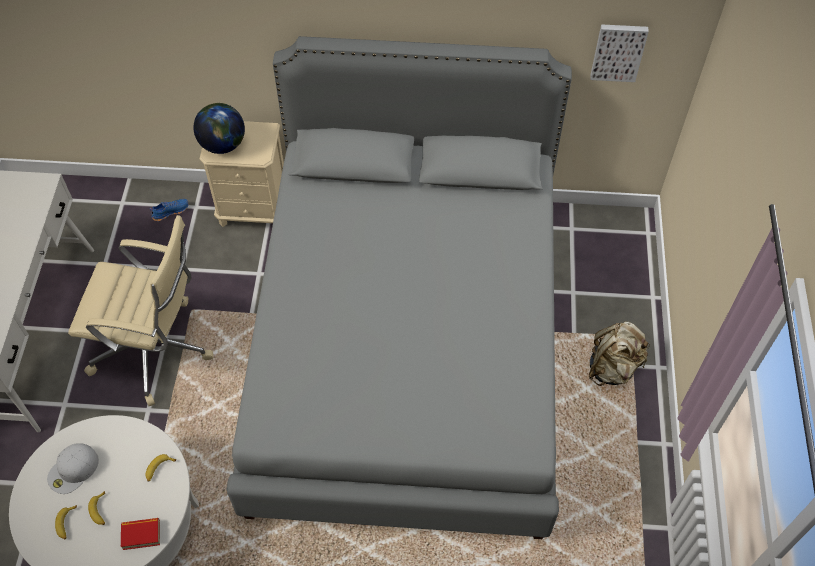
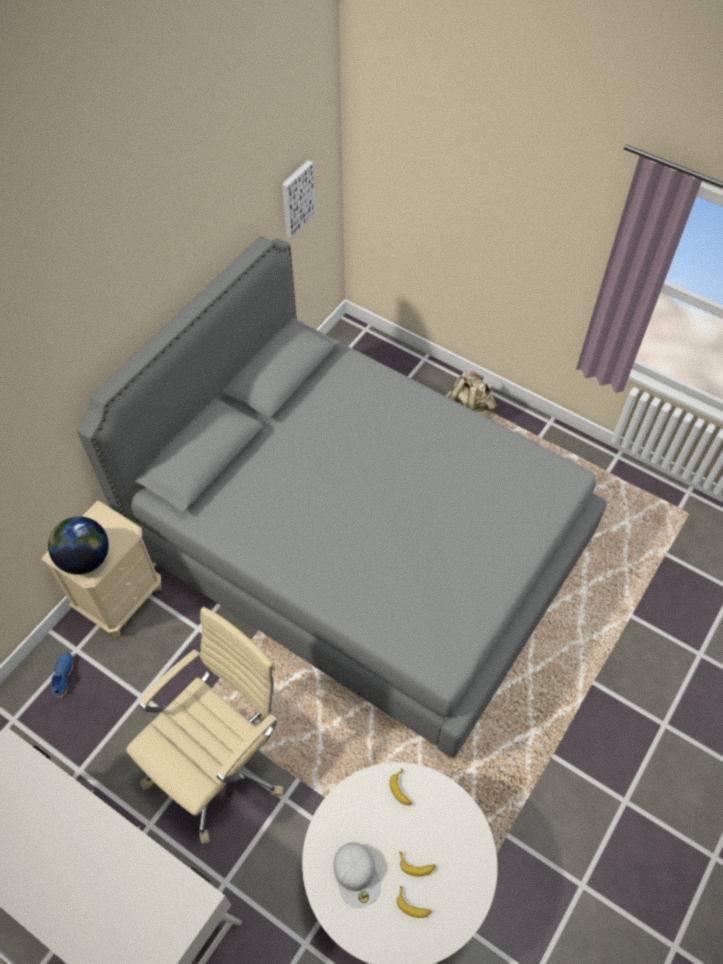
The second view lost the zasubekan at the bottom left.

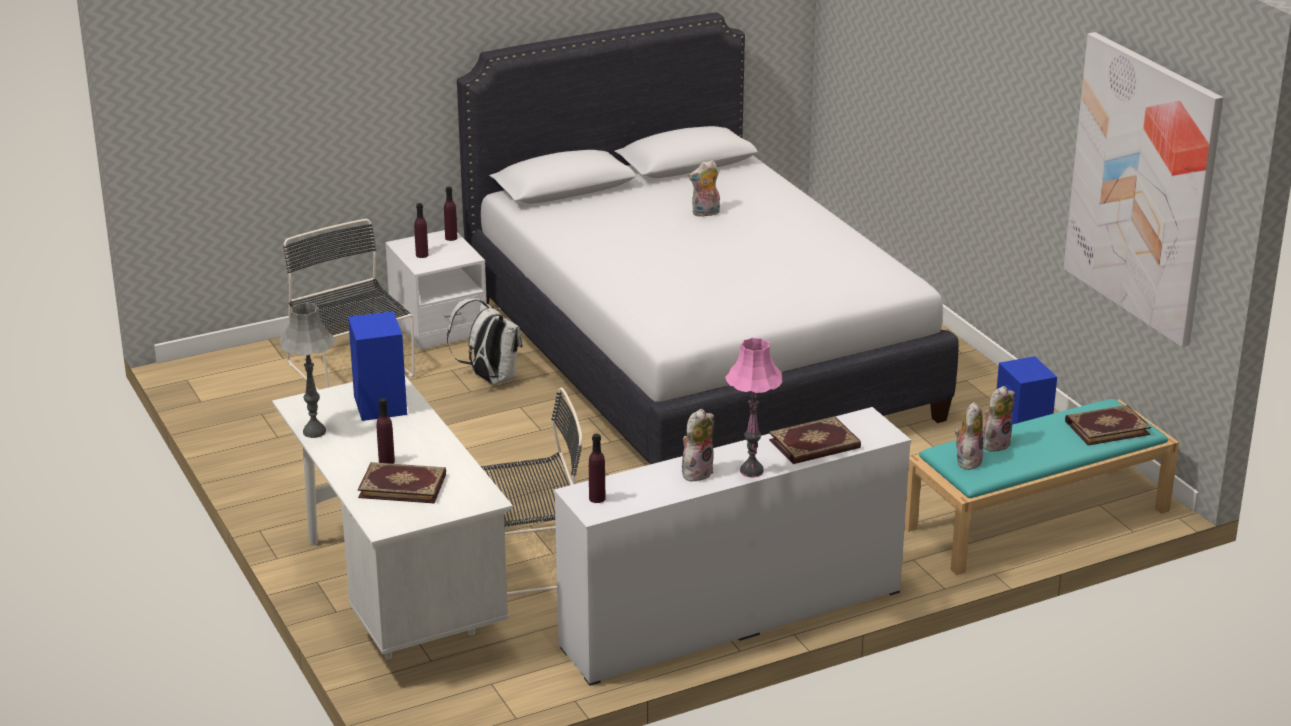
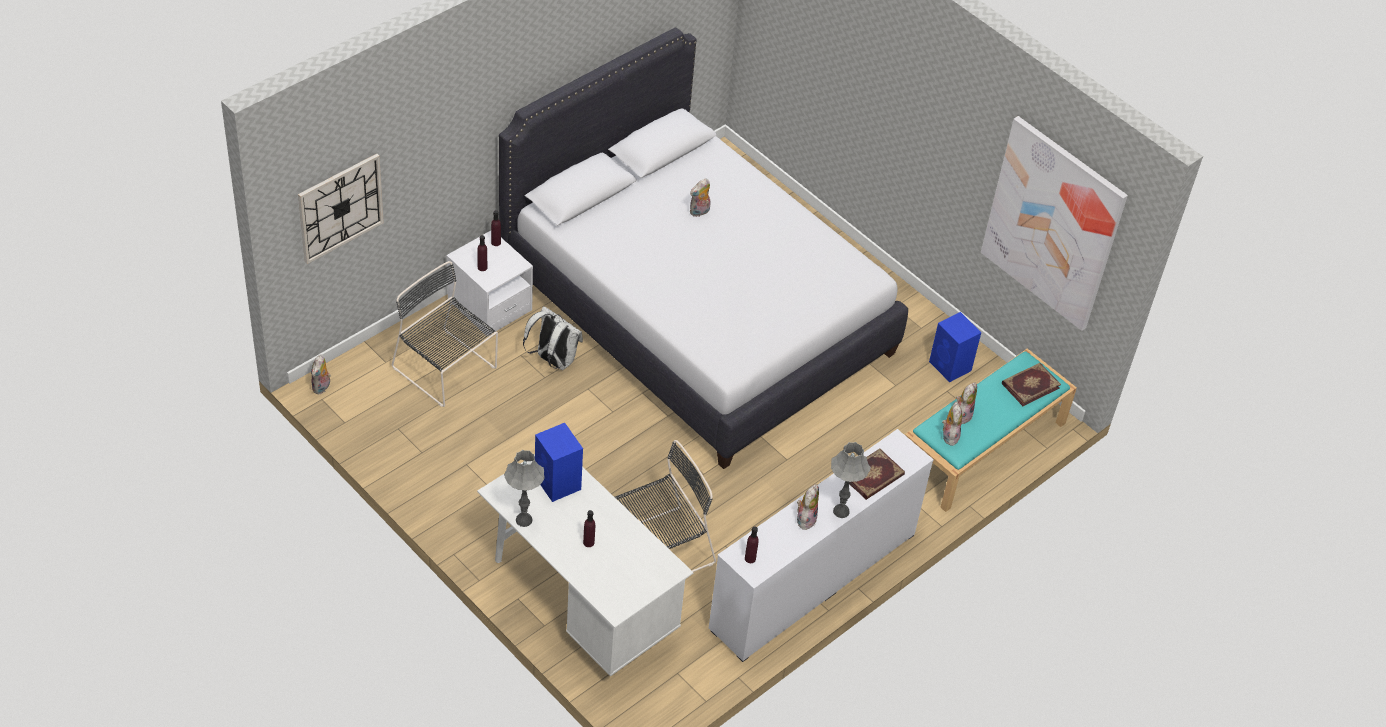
The second view lost the zasubekan (no. 1 from left) at the middle left. What was the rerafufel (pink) at the centre turned into the rerafufel (grey) (no. 2 from left) at the centre. The second view gained the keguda at the top left. The second view gained the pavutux (no. 1 from left) at the middle left.

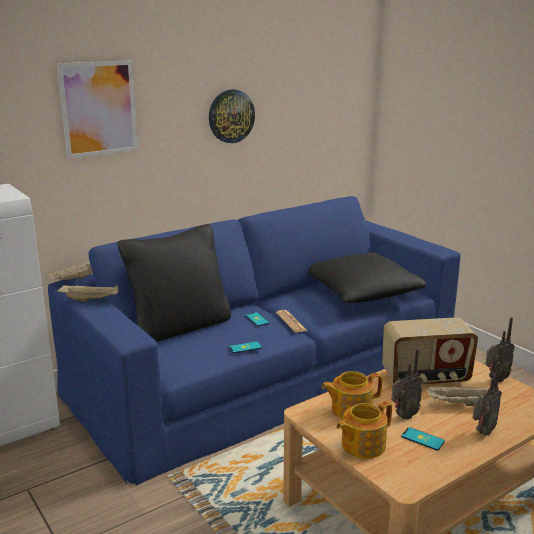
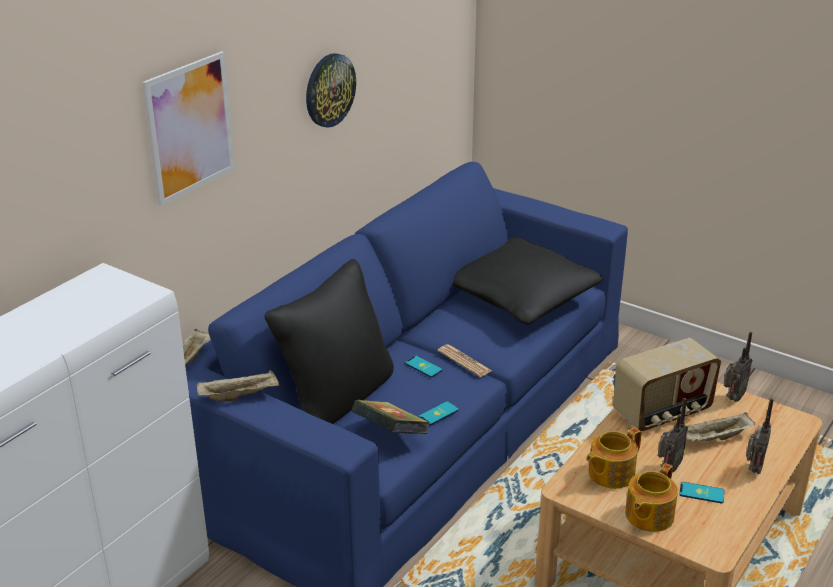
The second view gained the zasubekan at the bottom centre.

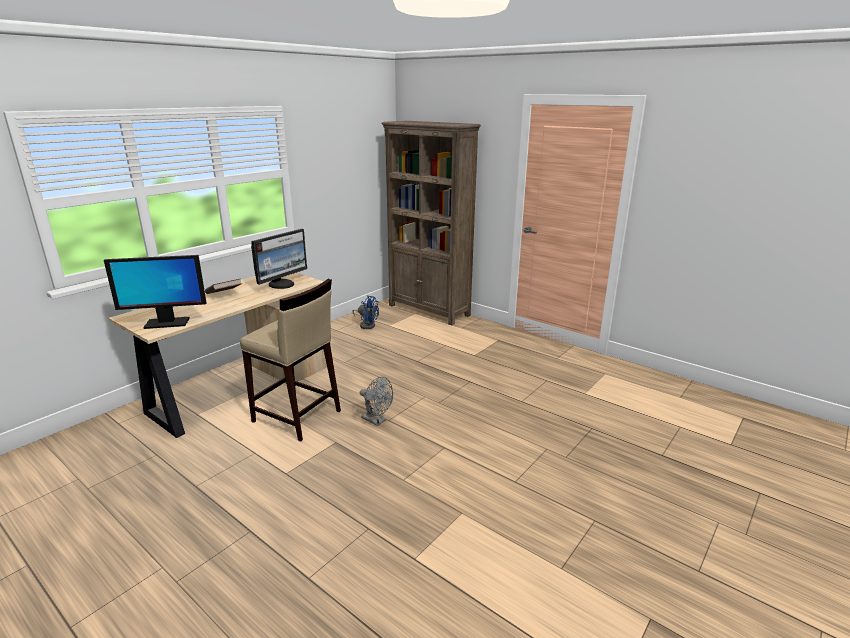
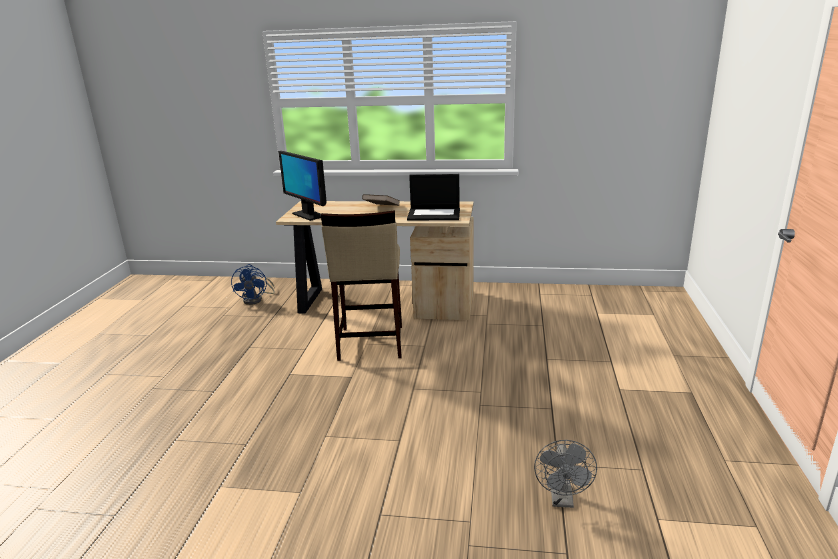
Where the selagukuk (no. 2 from left) stood at the middle left, the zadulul came to stand at the centre. The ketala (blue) ended up elsewhere, having gone from the centre to the middle left. The ketala (grey) ended up elsewhere, having gone from the centre to the bottom right. The second view lost the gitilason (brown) at the centre.

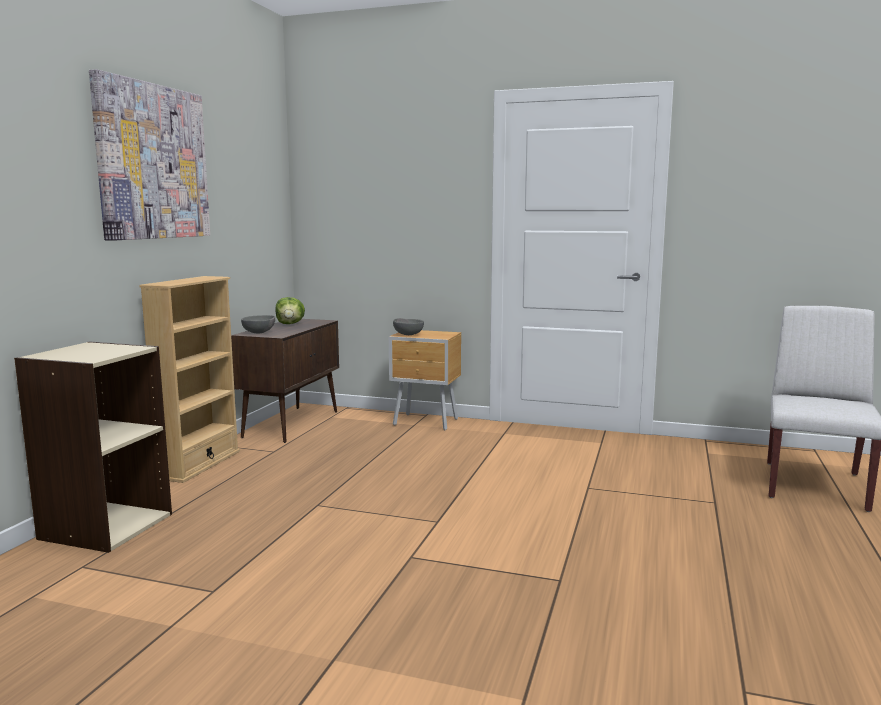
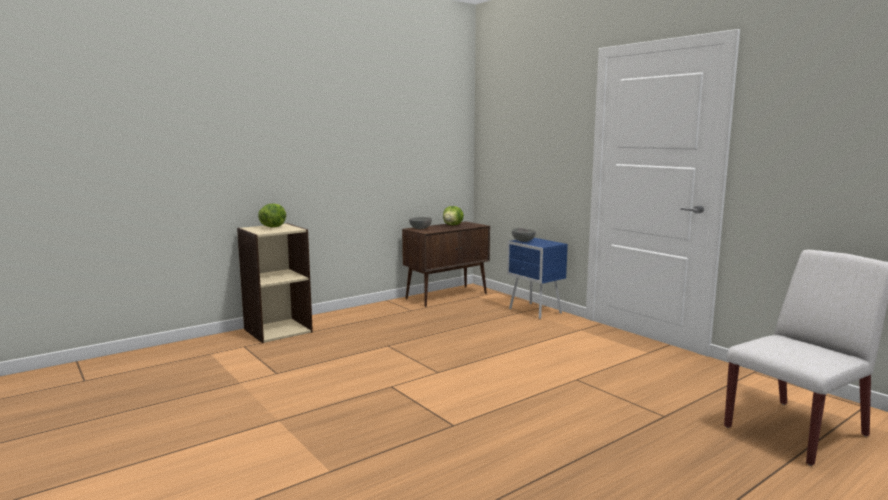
The second view lost the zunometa at the top left. The second view lost the gitilason (beige) (no. 2 from left) at the middle left. What was the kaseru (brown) at the centre turned into the kaseru (blue) at the centre. The second view gained the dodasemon (no. 1 from left) at the middle left.

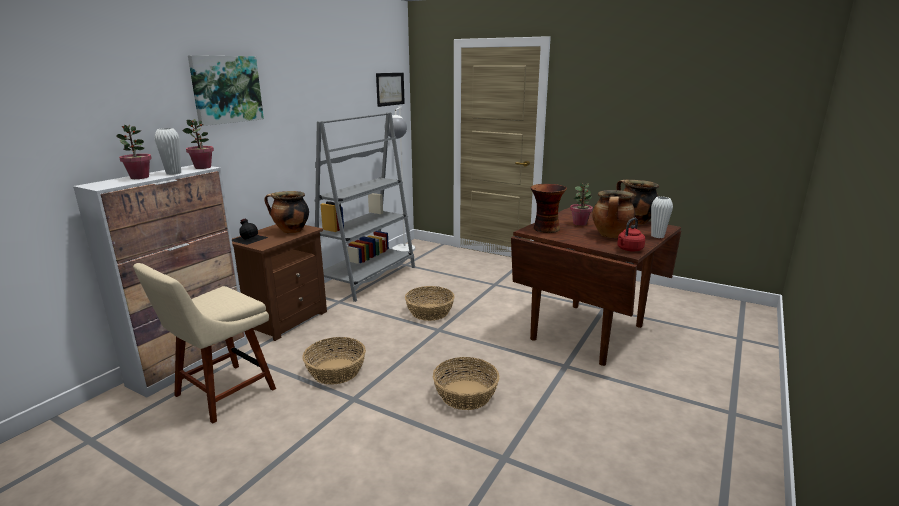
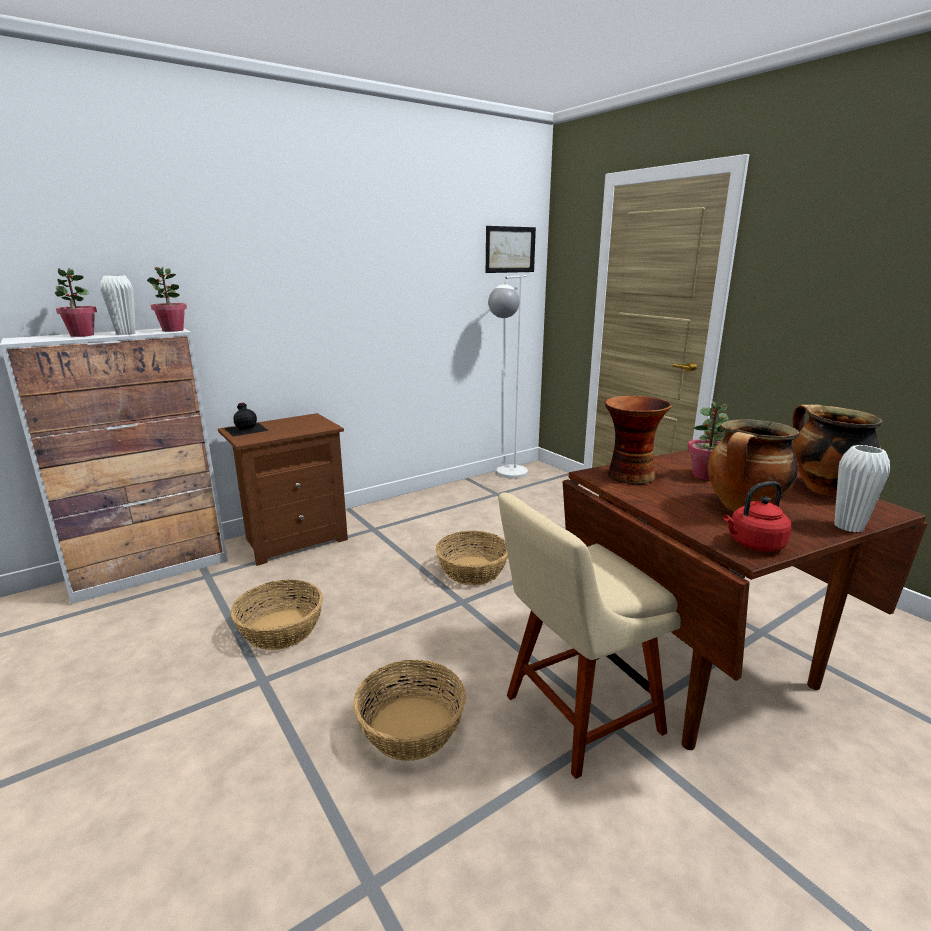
The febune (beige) ended up elsewhere, having gone from the bottom left to the bottom centre. The second view lost the zunometa (no. 1 from left) at the top left. The second view lost the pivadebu (no. 1 from left) at the middle left. The second view lost the gitilason (grey) at the centre.

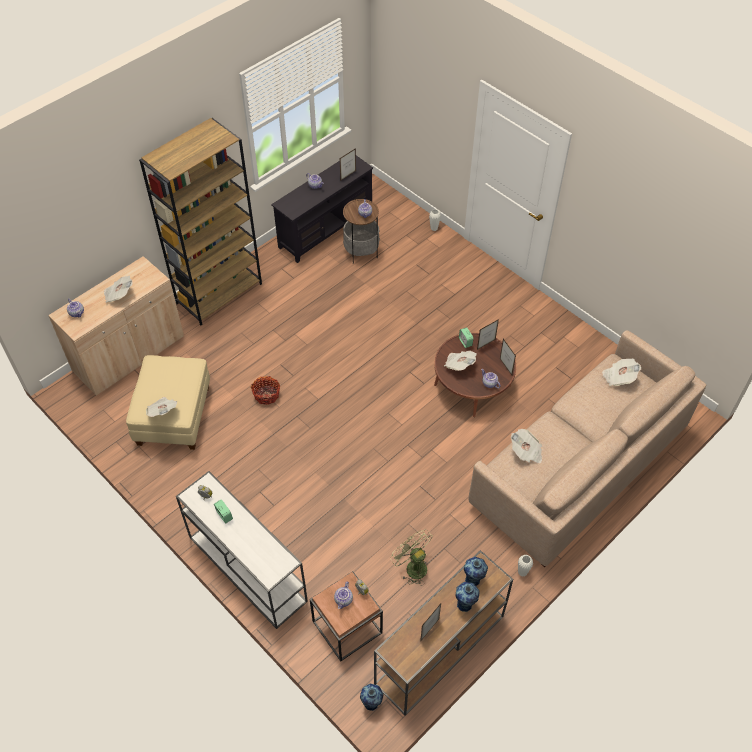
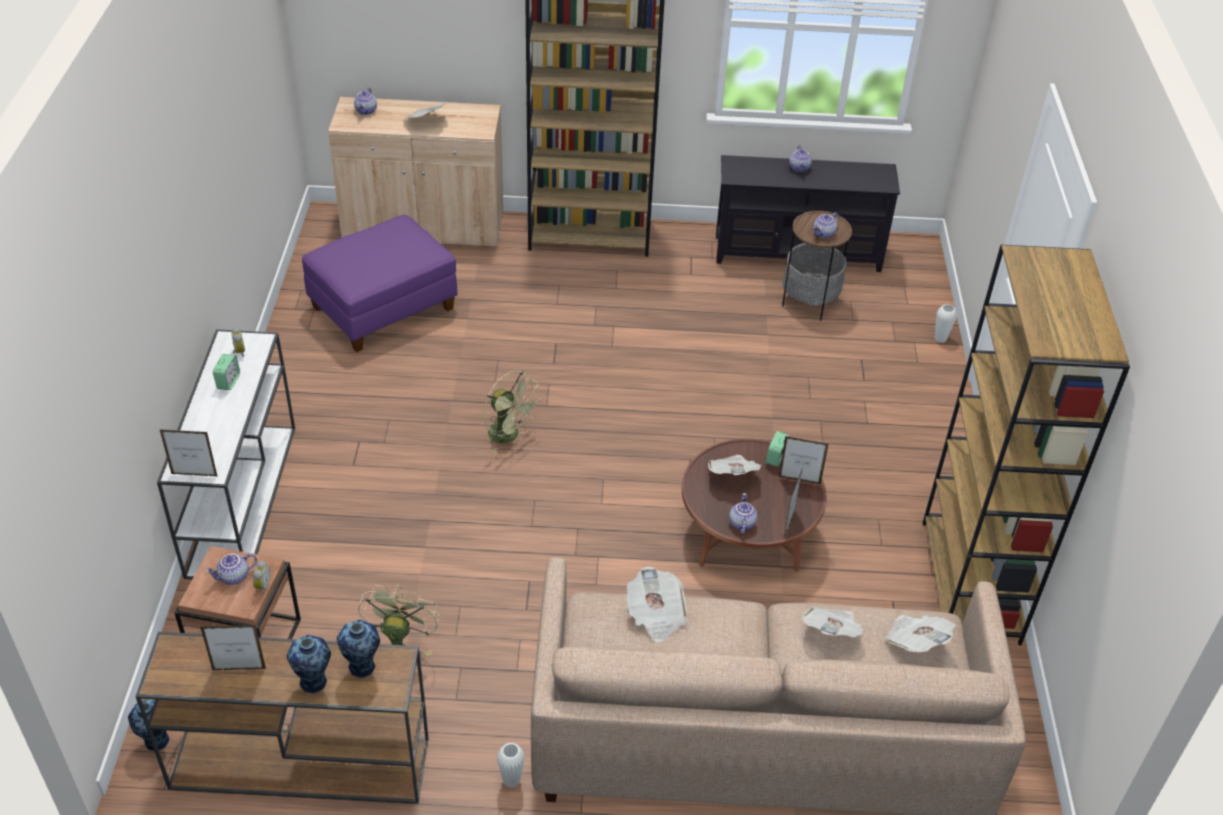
What was the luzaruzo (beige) at the middle left turned into the luzaruzo (purple) at the middle left. The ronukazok (no. 2 from left in the first image) ended up elsewhere, having gone from the middle left to the bottom right. The second view lost the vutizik at the centre. The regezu (no. 1 from left) ended up elsewhere, having gone from the top centre to the middle left. The second view gained the ketala (green) (no. 2 from left) at the centre. The second view gained the gitilason (brown) (no. 2 from left) at the middle right.

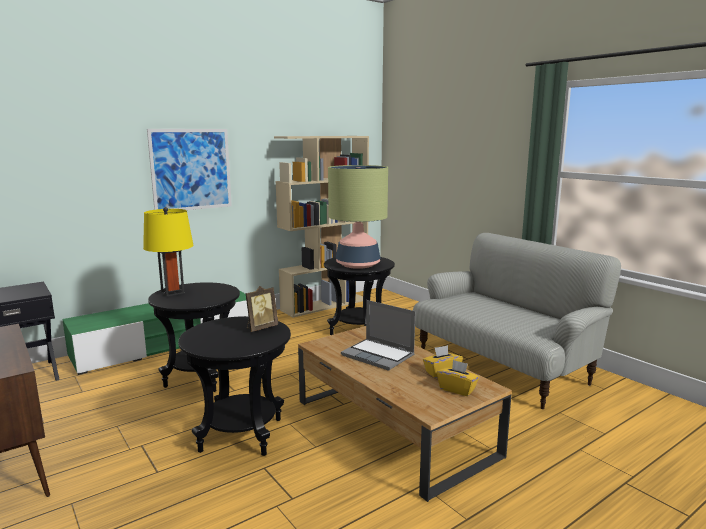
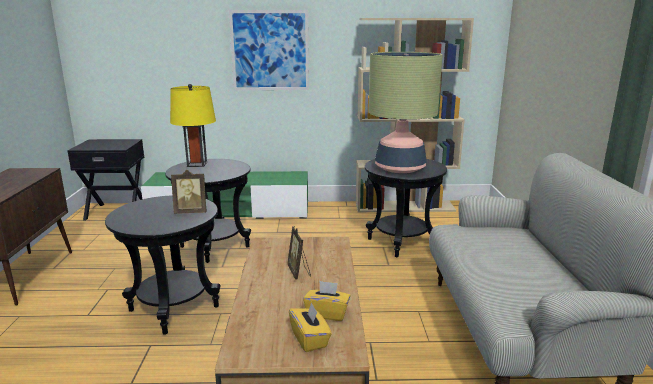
Where the zadulul stood at the centre, the regezu (no. 2 from left) came to stand at the centre.

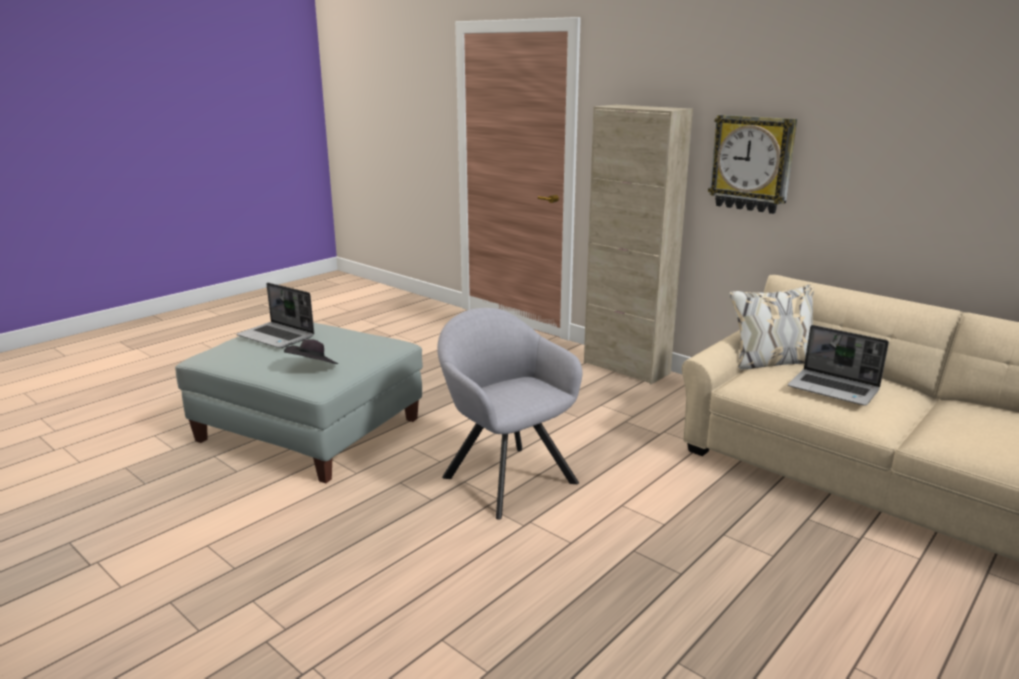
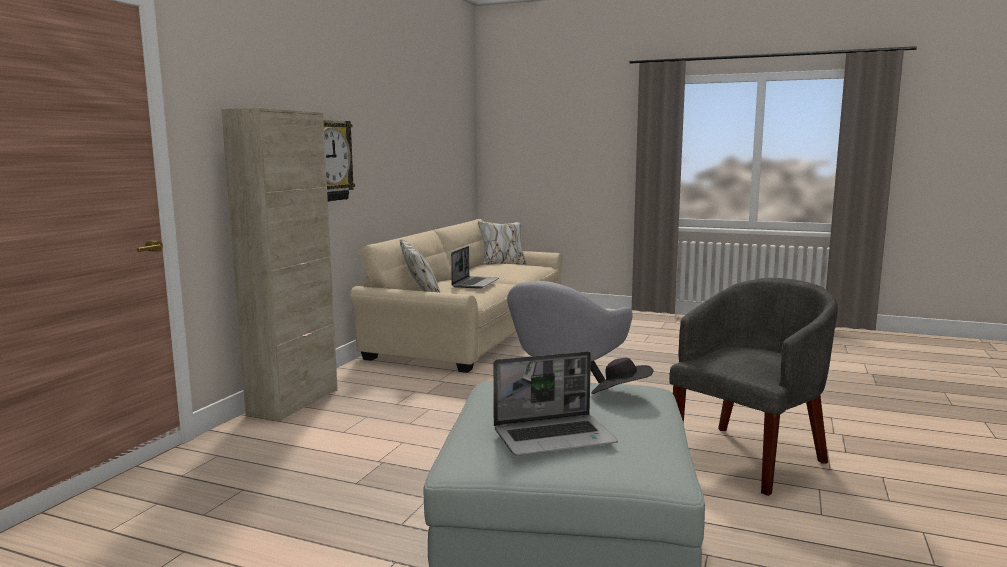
The zadulul (no. 1 from left in the first image) at the middle left ended up facing another way, 60 degrees clockwise from before. The second view gained the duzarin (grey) (no. 2 from left) at the bottom right.

